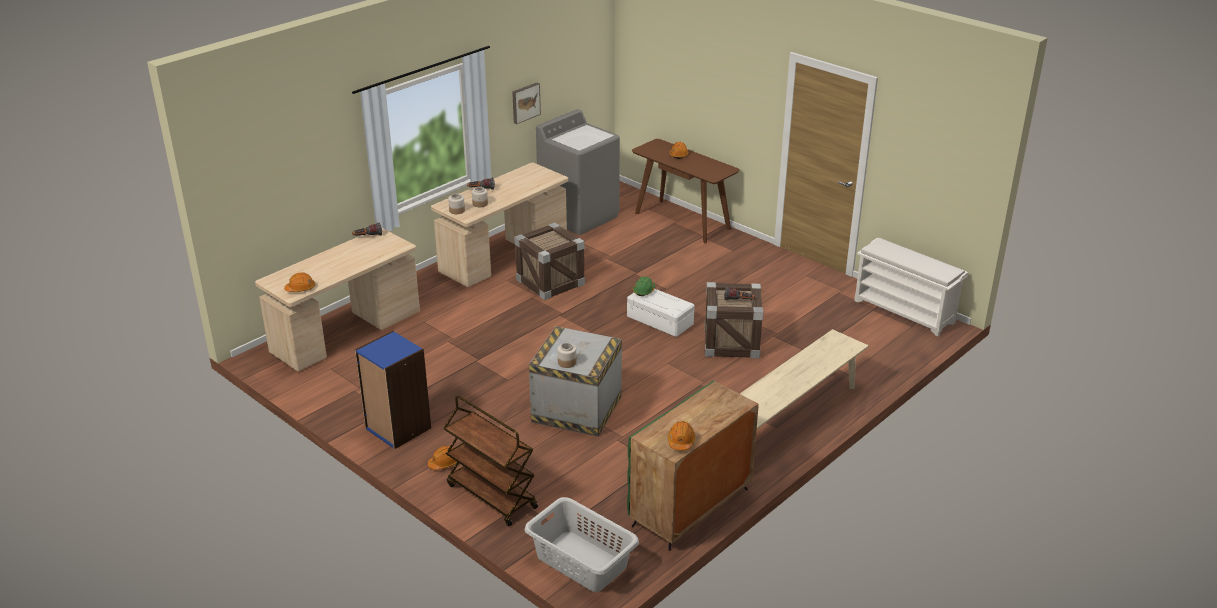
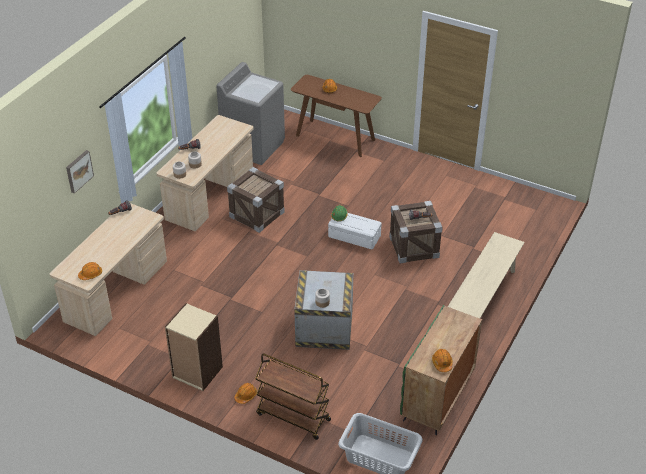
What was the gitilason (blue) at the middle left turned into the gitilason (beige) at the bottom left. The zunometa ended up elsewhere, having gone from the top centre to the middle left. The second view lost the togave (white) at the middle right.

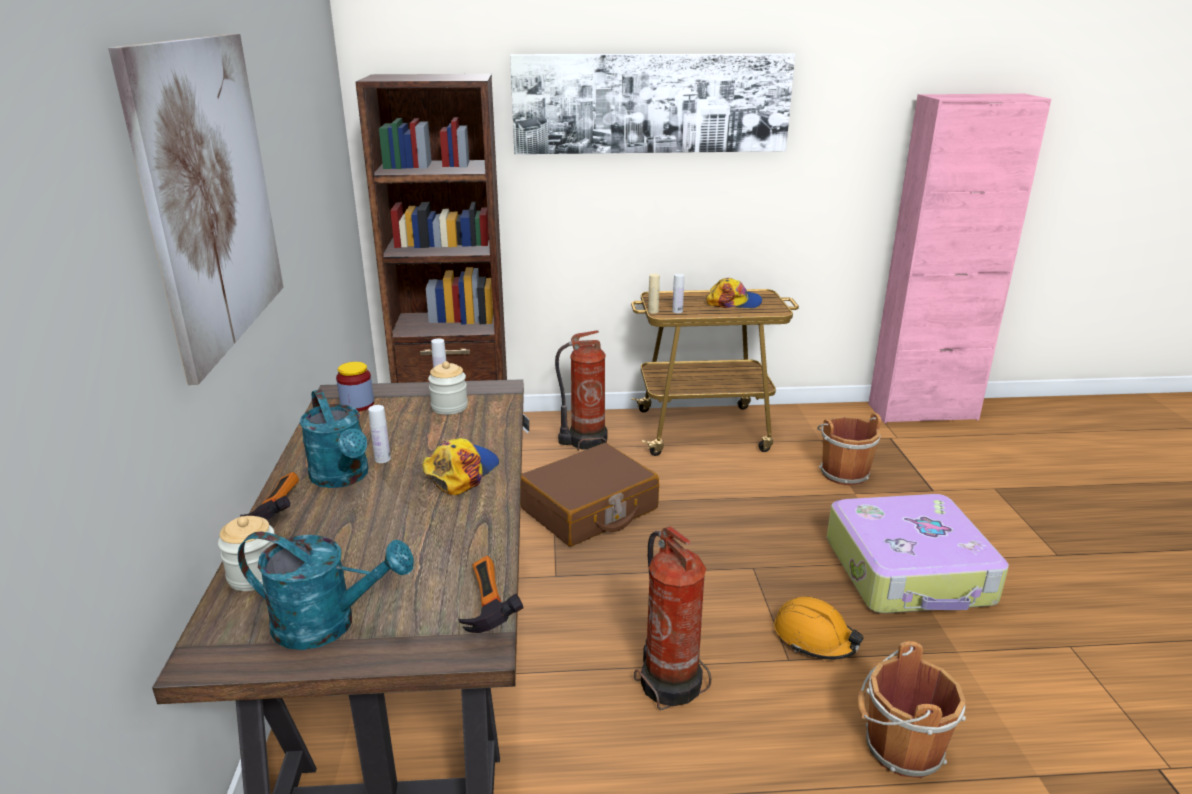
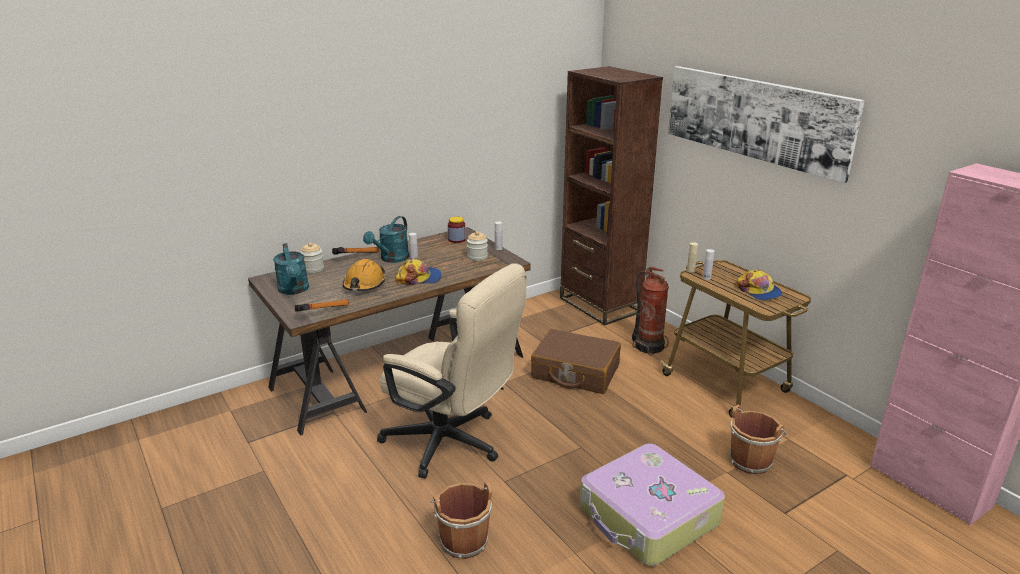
The second view lost the zunometa (no. 1 from left) at the top left. Where the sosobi (no. 2 from left) stood at the bottom centre, the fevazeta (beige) came to stand at the centre. The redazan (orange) ended up elsewhere, having gone from the bottom right to the centre.

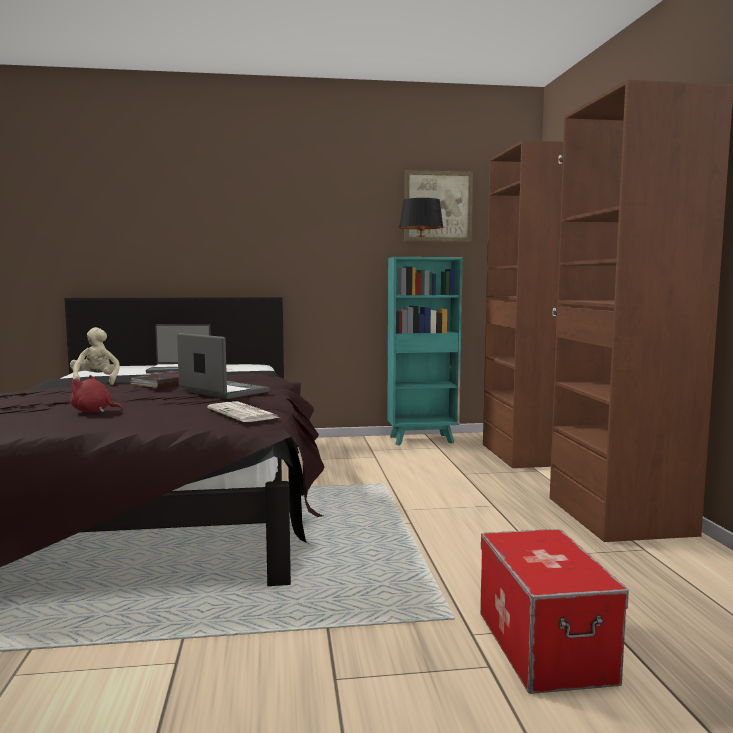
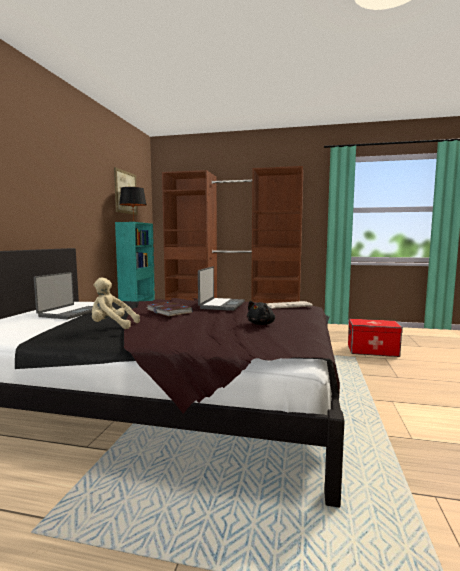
What was the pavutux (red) at the middle left turned into the pavutux (black) at the centre. The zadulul (no. 2 from left) at the middle left ended up facing another way, 135 degrees clockwise from before.

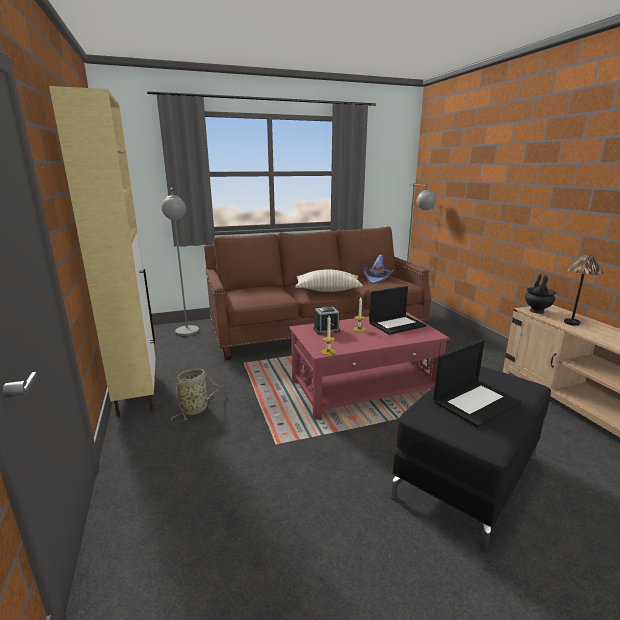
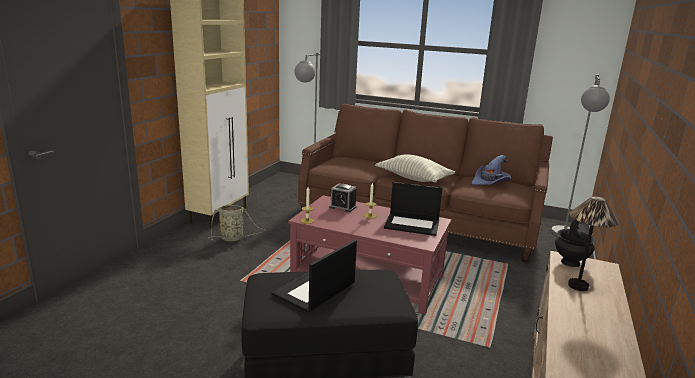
The zadulul (no. 2 from left in the first image) at the middle right ended up facing another way, 120 degrees clockwise from before.

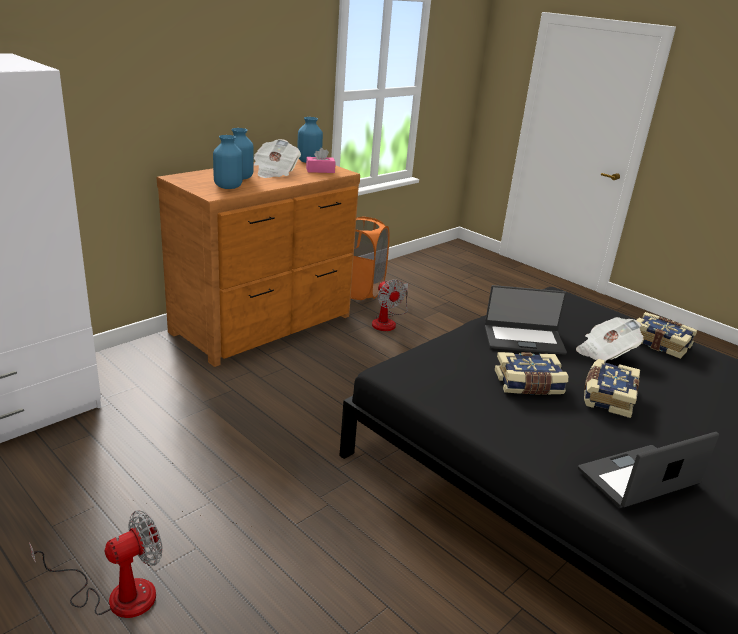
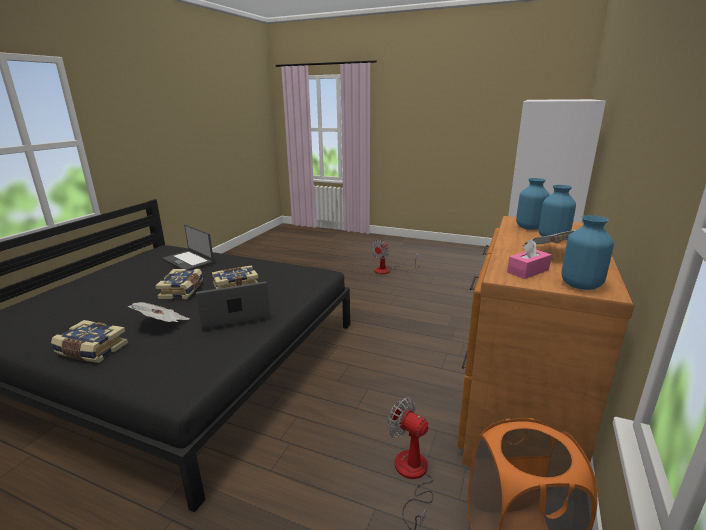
The zadulul (no. 2 from left in the first image) at the bottom right ended up facing another way, 90 degrees clockwise from before.

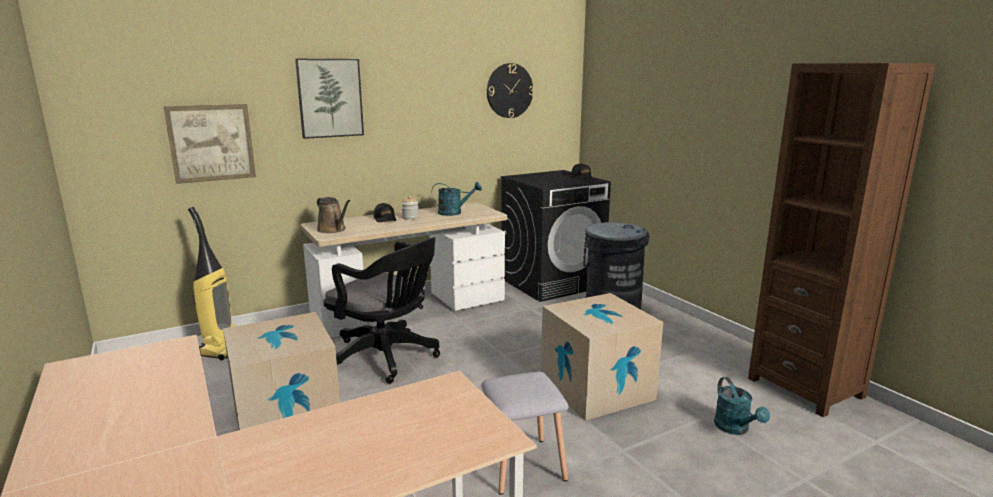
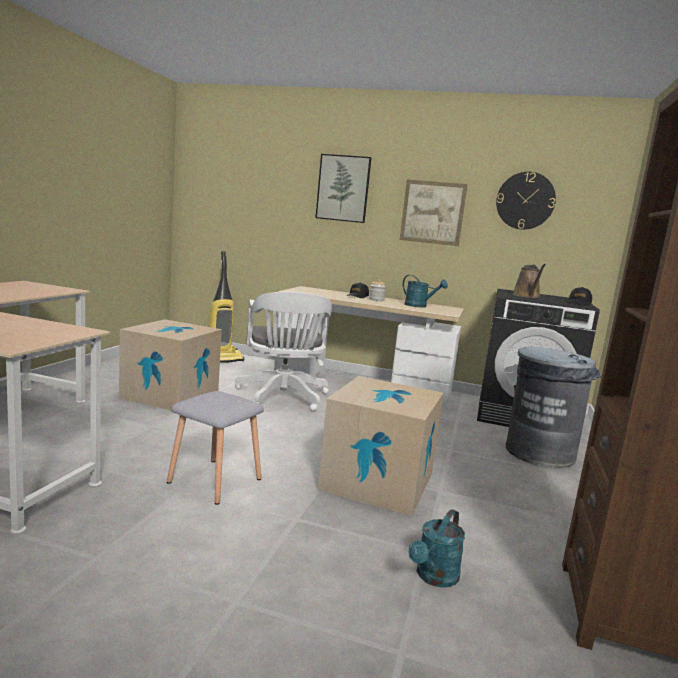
The zunometa (no. 1 from left in the first image) ended up elsewhere, having gone from the top left to the top centre. The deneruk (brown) ended up elsewhere, having gone from the centre to the middle right. What was the fevazeta (black) at the centre turned into the fevazeta (white) at the centre.

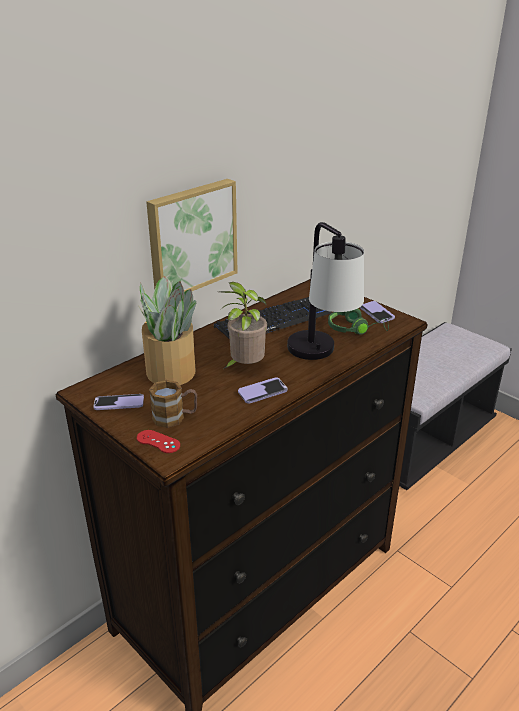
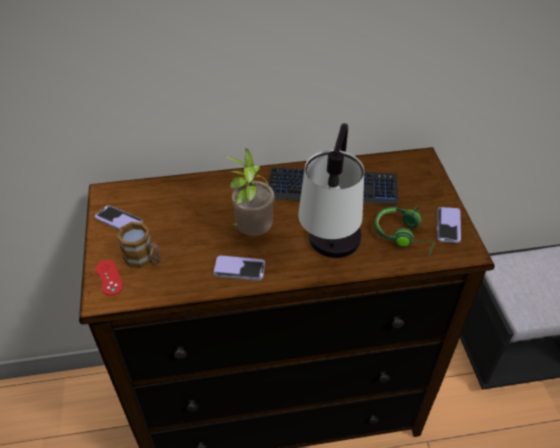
The second view lost the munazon (no. 1 from left) at the middle left. The second view lost the zunometa at the top centre.

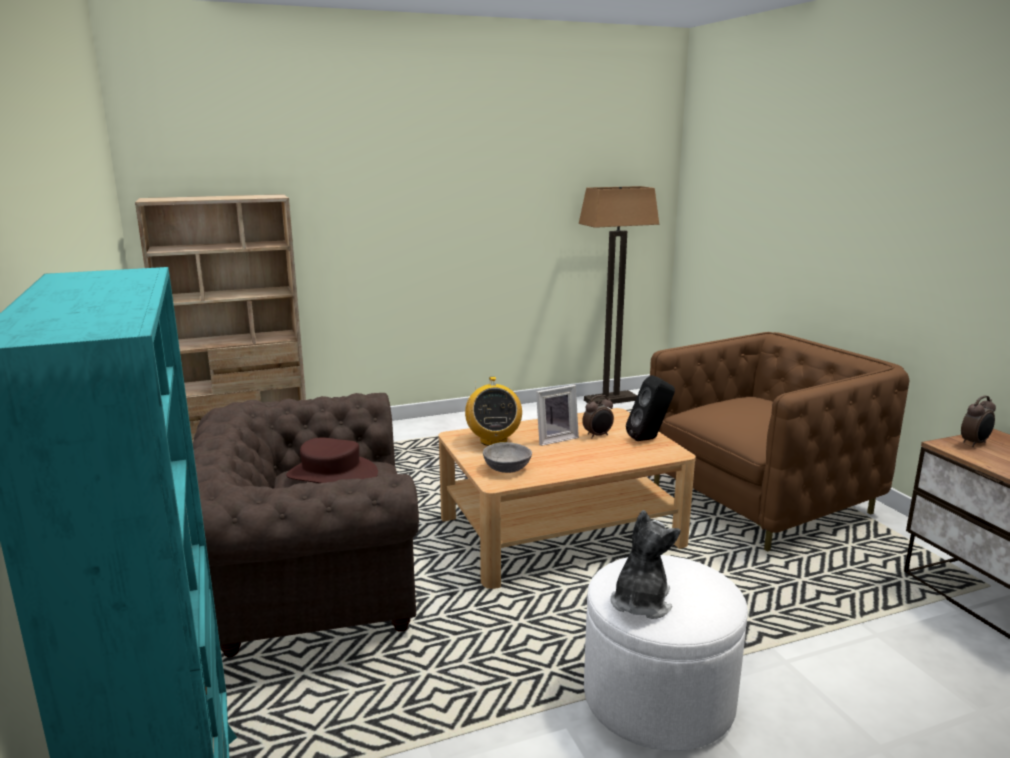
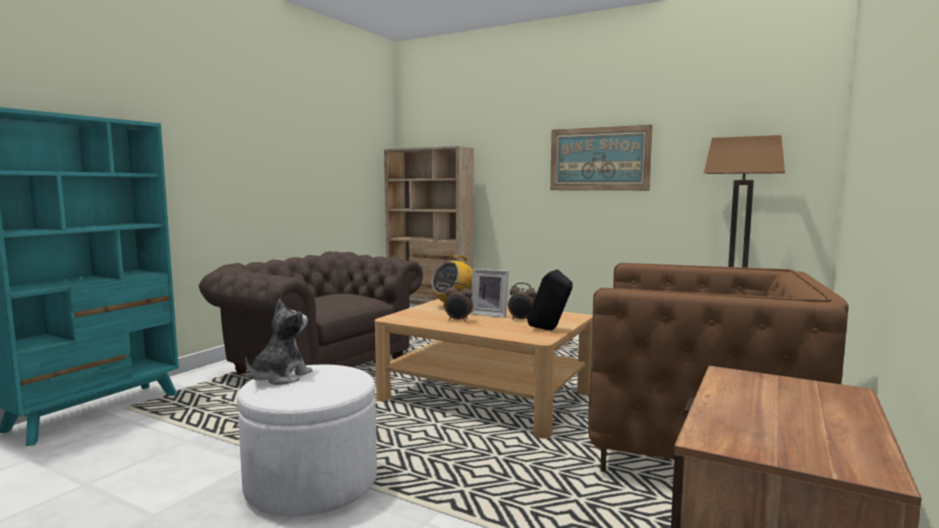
The second view lost the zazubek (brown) at the middle left. The second view lost the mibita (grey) at the centre. The pavutux at the bottom centre ended up facing another way, 45 degrees counterclockwise from before. The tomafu (no. 2 from left in the first image) ended up elsewhere, having gone from the middle right to the centre. The second view gained the zunometa at the top centre.

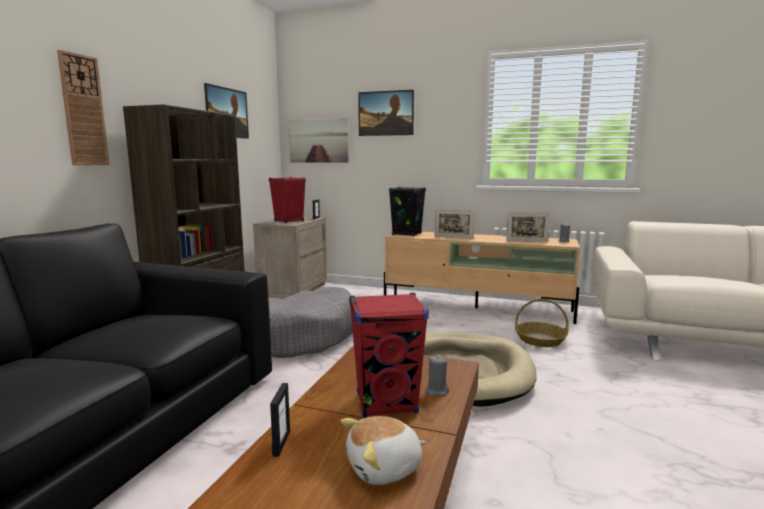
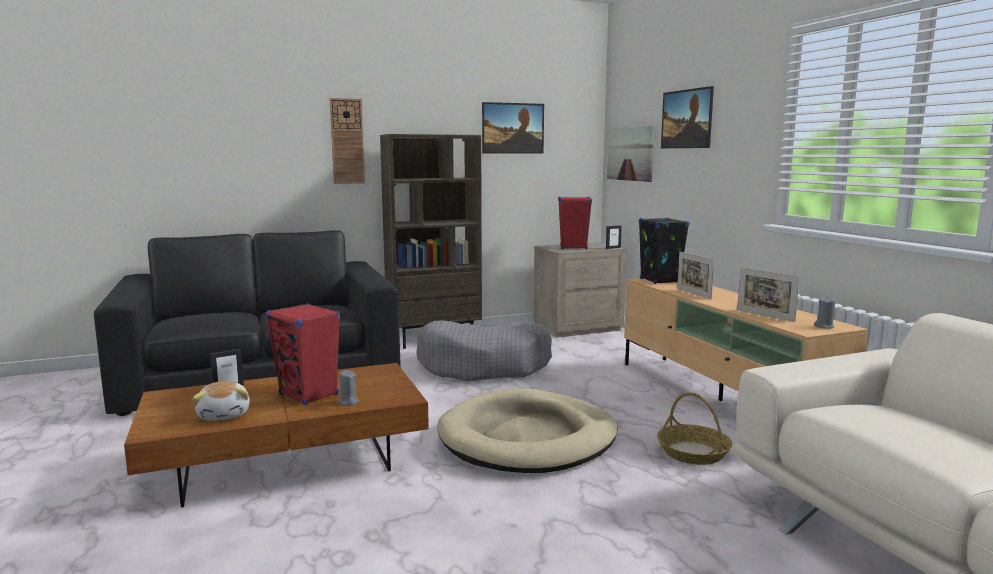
The pavutux at the bottom centre ended up facing another way, 135 degrees counterclockwise from before.

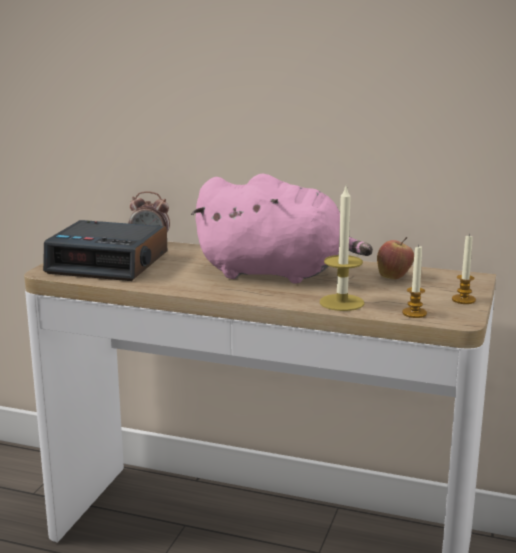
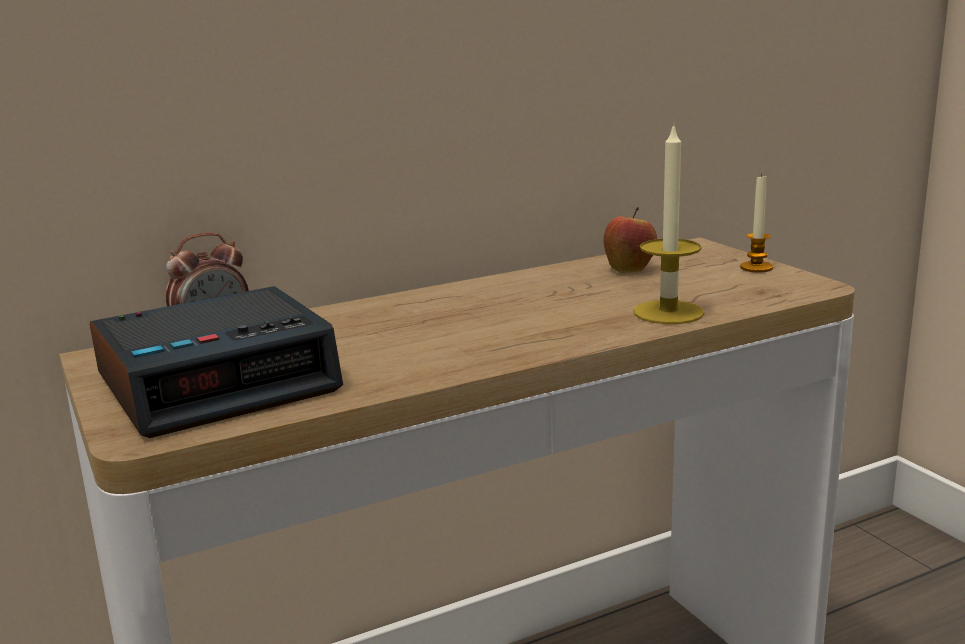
The second view lost the pavutux (pink) at the centre. The second view lost the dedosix (no. 2 from left) at the middle right.

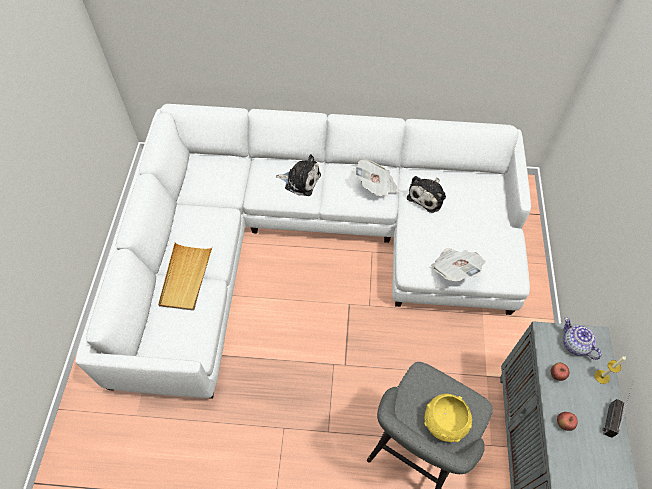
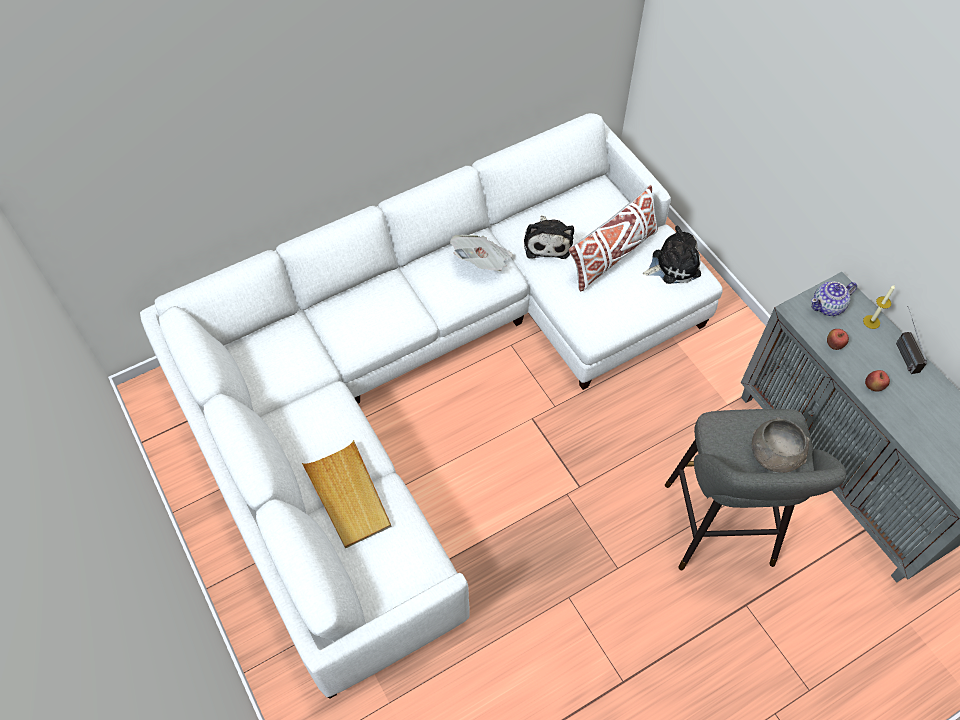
The pavutux (no. 1 from left in the first image) ended up elsewhere, having gone from the centre to the middle right. What was the mibita (yellow) at the bottom right turned into the mibita (grey) at the middle right. The second view lost the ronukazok (no. 2 from left) at the middle right. The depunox at the bottom right ended up facing another way, 45 degrees counterclockwise from before. The second view gained the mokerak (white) at the top centre.

